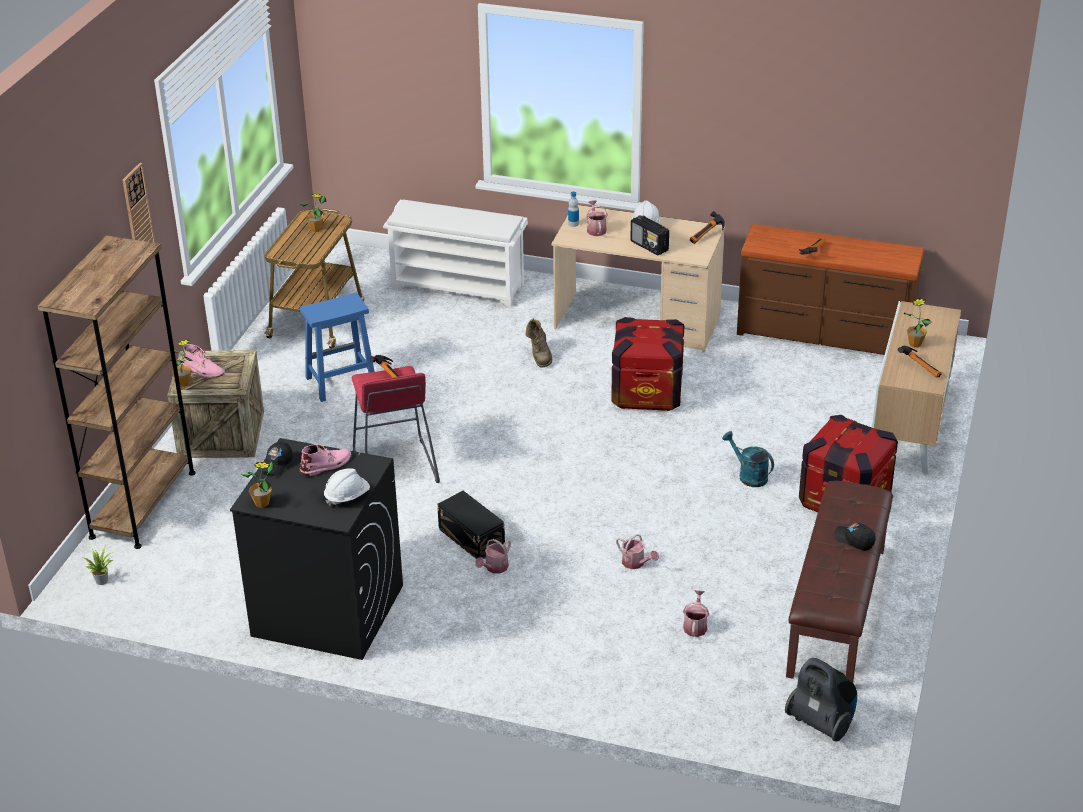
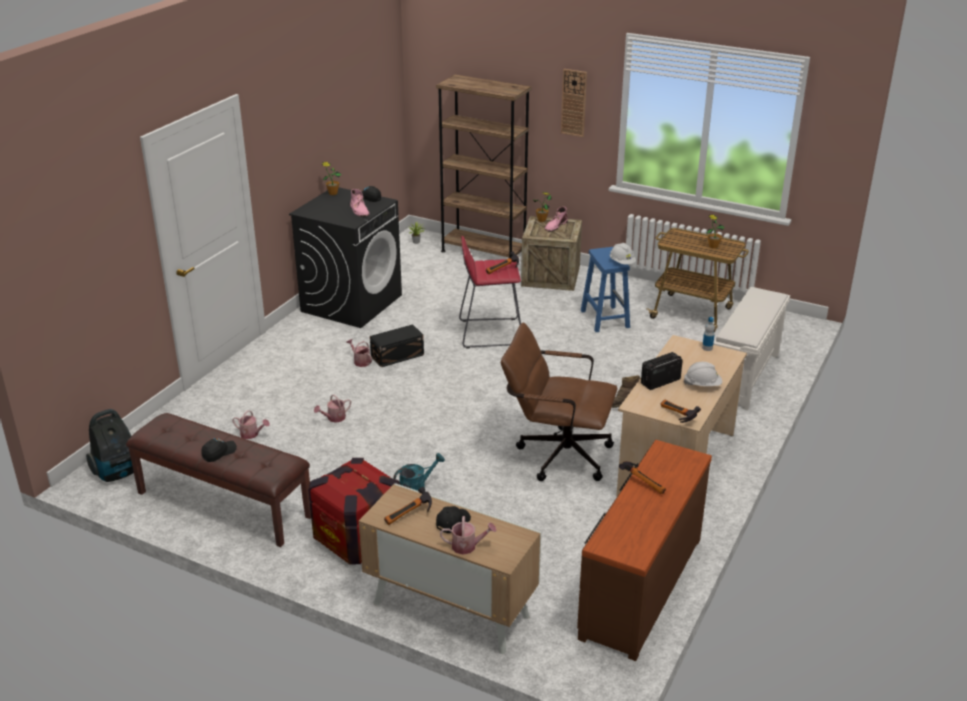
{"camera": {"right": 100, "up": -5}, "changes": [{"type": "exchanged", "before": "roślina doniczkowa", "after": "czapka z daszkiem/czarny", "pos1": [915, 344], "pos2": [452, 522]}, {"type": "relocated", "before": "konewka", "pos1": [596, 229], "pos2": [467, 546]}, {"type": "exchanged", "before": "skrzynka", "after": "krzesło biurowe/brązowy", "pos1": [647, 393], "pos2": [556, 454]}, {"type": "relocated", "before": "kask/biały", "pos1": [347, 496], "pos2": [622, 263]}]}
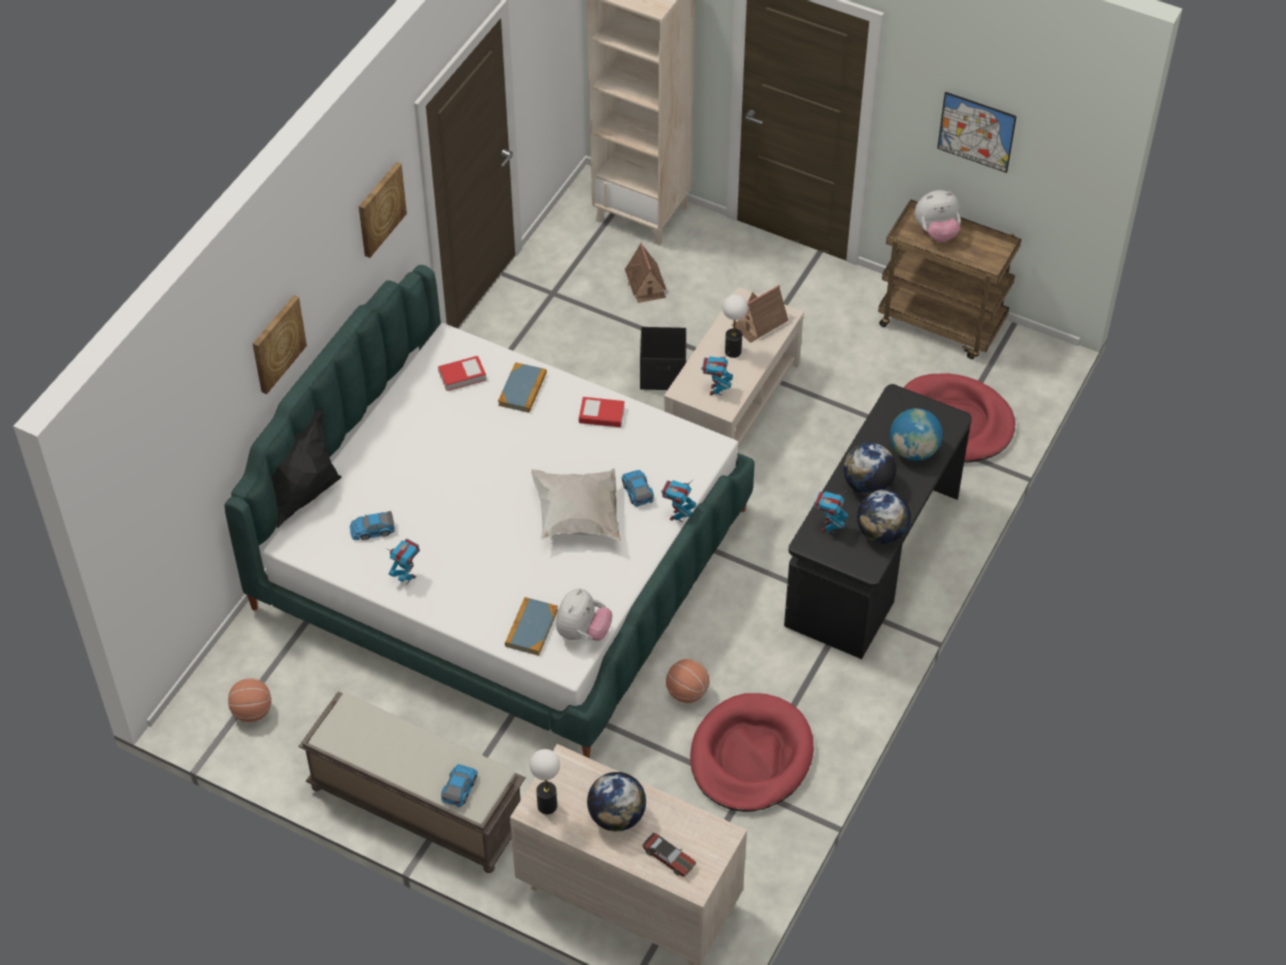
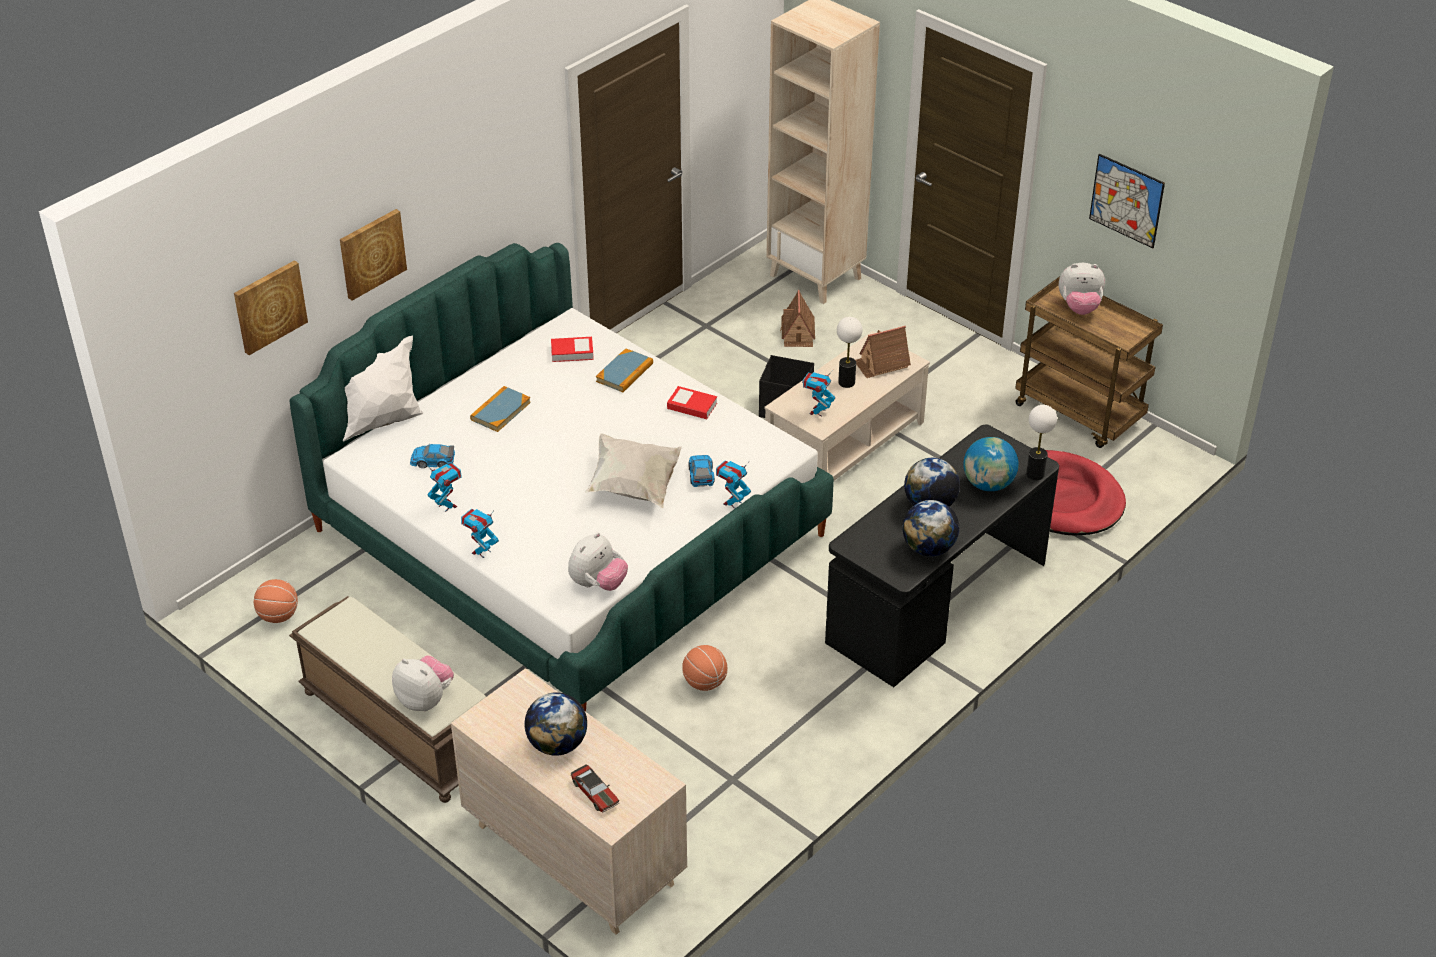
{"camera": {"right": 15, "up": -10}, "changes": [{"type": "relocated", "before": "obraz", "pos1": [380, 209], "pos2": [269, 306]}, {"type": "colour", "before": "poduszka/czarny", "after": "poduszka/biały", "pos1": [305, 495], "pos2": [383, 422]}, {"type": "exchanged", "before": "samochodzik", "after": "pluszak", "pos1": [459, 787], "pos2": [425, 699]}, {"type": "relocated", "before": "robot zabawkowy", "pos1": [829, 527], "pos2": [481, 551]}, {"type": "relocated", "before": "książka", "pos1": [531, 628], "pos2": [500, 411]}, {"type": "relocated", "before": "lampa stołowa", "pos1": [547, 806], "pos2": [1035, 474]}, {"type": "missing", "before": "legowisko/czerwony", "pos1": [750, 756]}]}
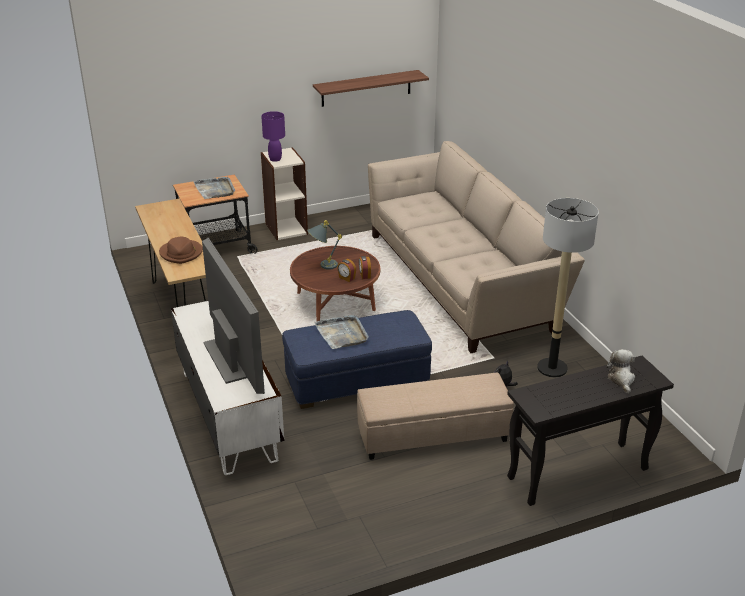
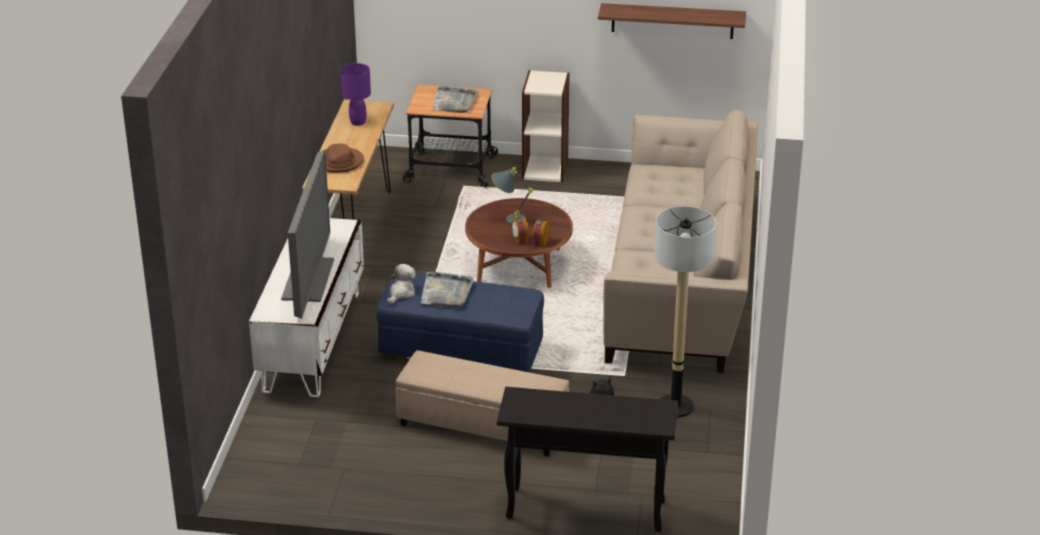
{"camera": {"right": 30, "up": 0}, "changes": [{"type": "relocated", "before": "lampa stołowa/fioletowy", "pos1": [275, 159], "pos2": [358, 122]}, {"type": "relocated", "before": "pluszak", "pos1": [621, 379], "pos2": [401, 293]}]}
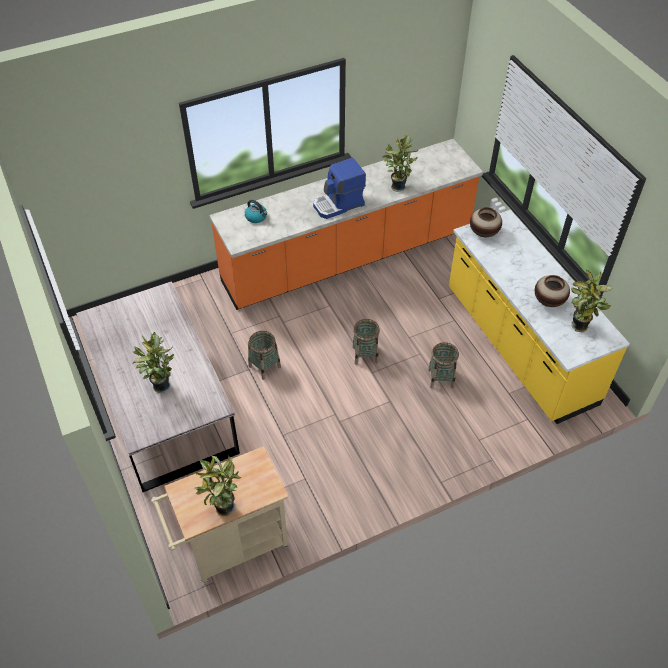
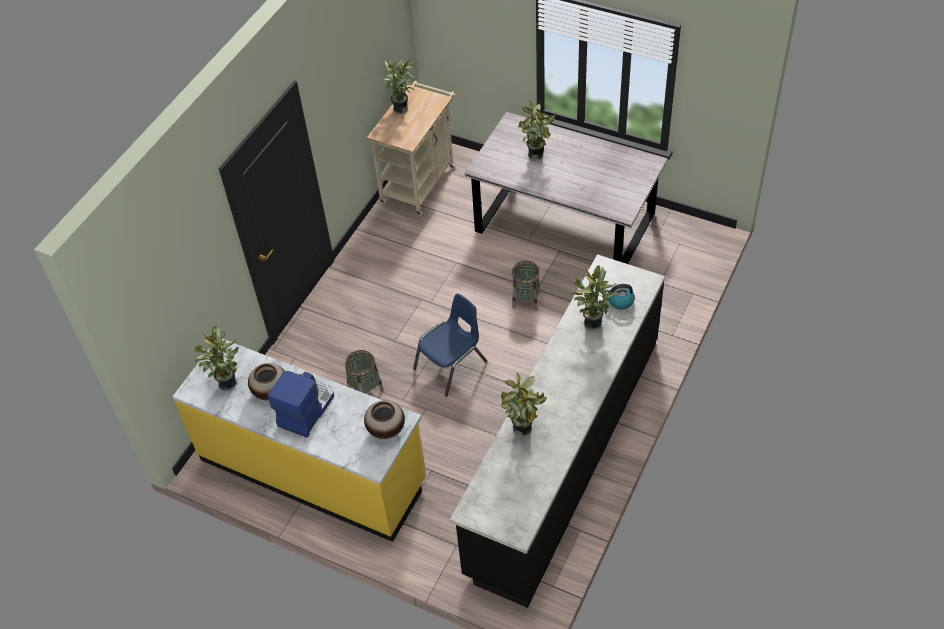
{"camera": {"right": 145, "up": 0}, "changes": [{"type": "relocated", "before": "ekspres do kawy", "pos1": [338, 205], "pos2": [305, 409]}, {"type": "exchanged", "before": "koszyk", "after": "krzesło/niebieski", "pos1": [365, 354], "pos2": [451, 366]}, {"type": "colour", "before": "zabudowa kuchenna/pomarańczowy", "after": "zabudowa kuchenna/czarny", "pos1": [348, 258], "pos2": [563, 454]}, {"type": "appeared", "after": "roślina doniczkowa", "pos2": [591, 322]}]}
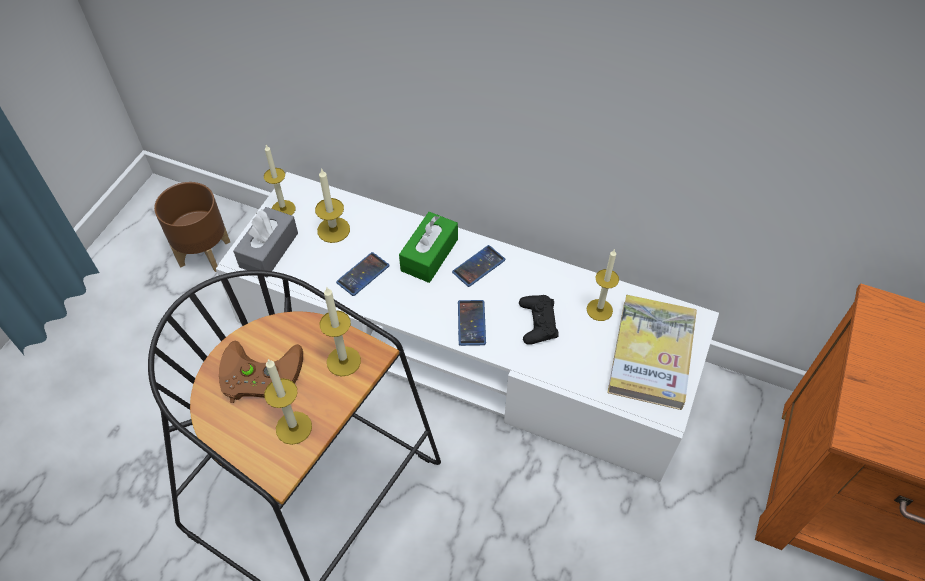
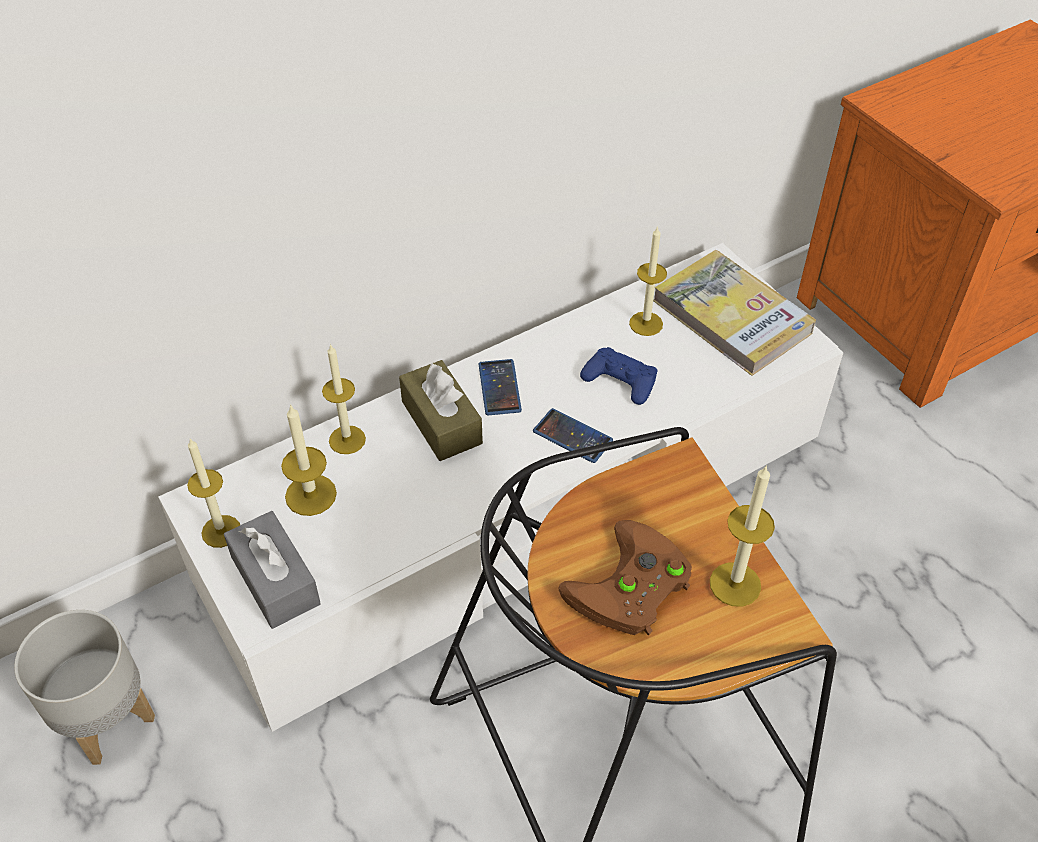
{"camera": {"right": -55, "up": -5}, "changes": [{"type": "colour", "before": "donica/brązowy", "after": "donica/szary", "pos1": [205, 252], "pos2": [105, 718]}, {"type": "relocated", "before": "świeca", "pos1": [343, 361], "pos2": [347, 440]}, {"type": "colour", "before": "pudełko chusteczek/zielony", "after": "pudełko chusteczek/brązowy", "pos1": [429, 255], "pos2": [441, 422]}, {"type": "colour", "before": "pad do gier/czarny", "after": "pad do gier/niebieski", "pos1": [538, 322], "pos2": [620, 380]}, {"type": "missing", "before": "telefon", "pos1": [363, 274]}]}
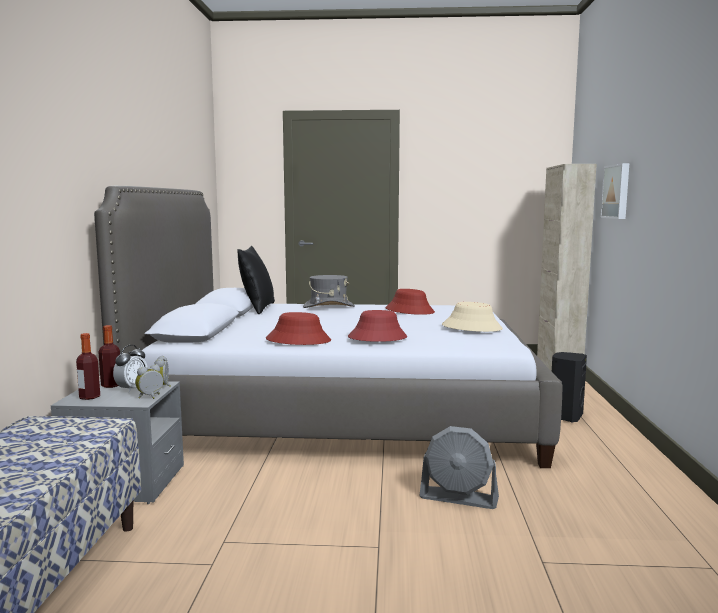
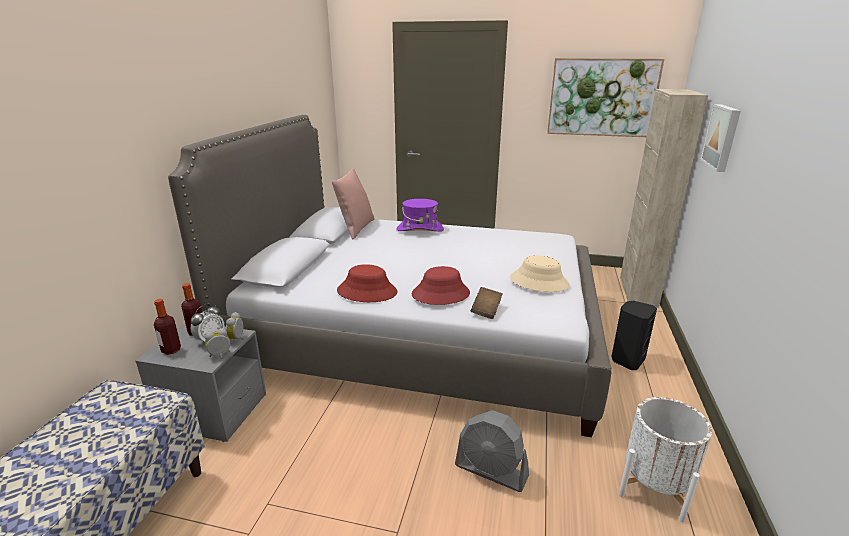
{"camera": {"right": 10, "up": 15}, "changes": [{"type": "colour", "before": "poduszka/czarny", "after": "poduszka/różowy", "pos1": [257, 308], "pos2": [356, 228]}, {"type": "colour", "before": "kapelusz/szary", "after": "kapelusz/fioletowy", "pos1": [328, 307], "pos2": [420, 229]}, {"type": "appeared", "after": "książka/brązowy", "pos2": [486, 310]}, {"type": "appeared", "after": "obraz", "pos2": [602, 97]}, {"type": "appeared", "after": "donica/biały", "pos2": [654, 487]}, {"type": "missing", "before": "kapelusz/czerwony", "pos1": [409, 311]}]}
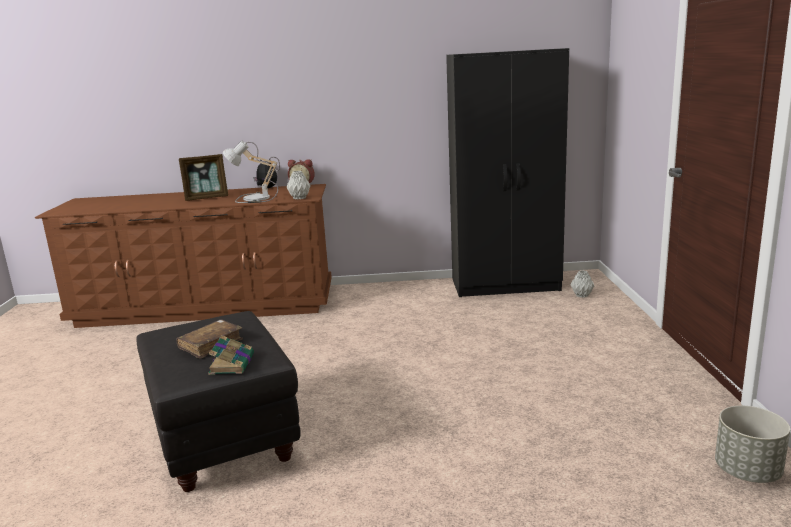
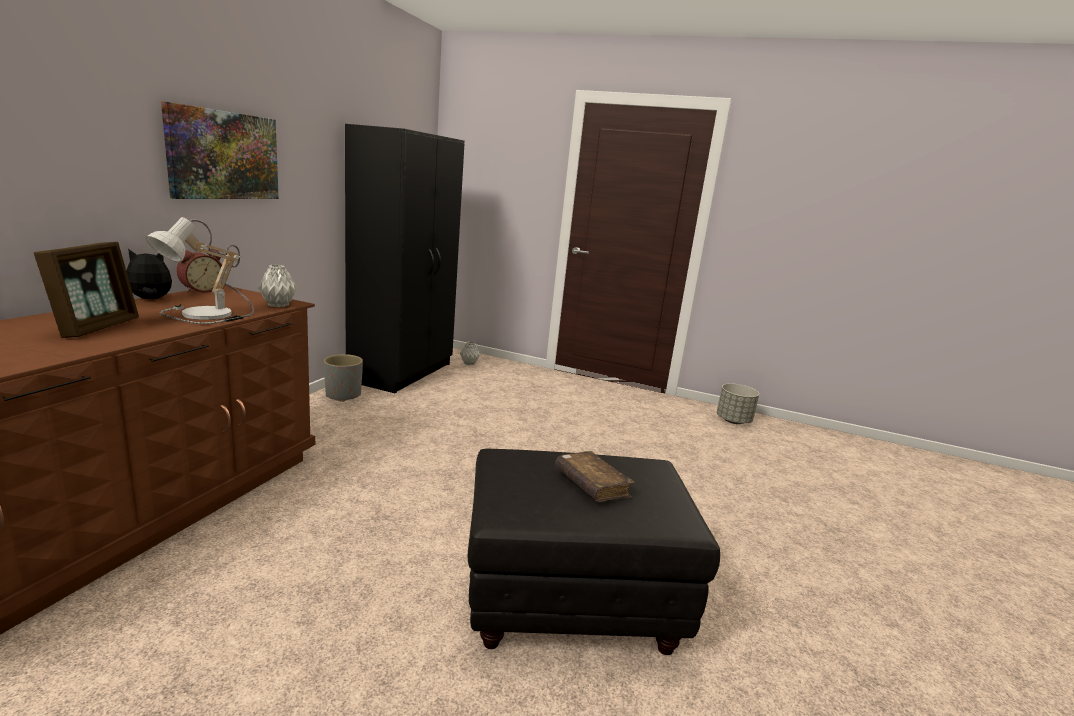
{"camera": {"right": -70, "up": 0}, "changes": [{"type": "appeared", "after": "obraz", "pos2": [223, 155]}, {"type": "appeared", "after": "donica/szary", "pos2": [343, 395]}, {"type": "missing", "before": "książka", "pos1": [232, 363]}]}
